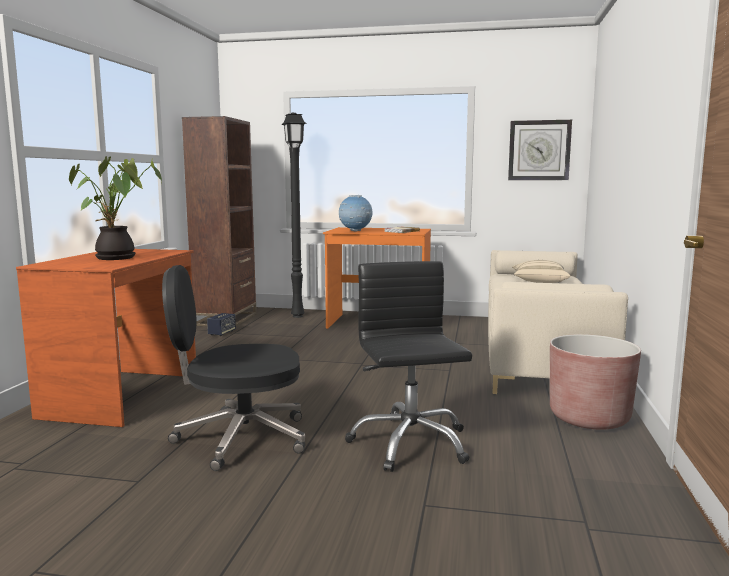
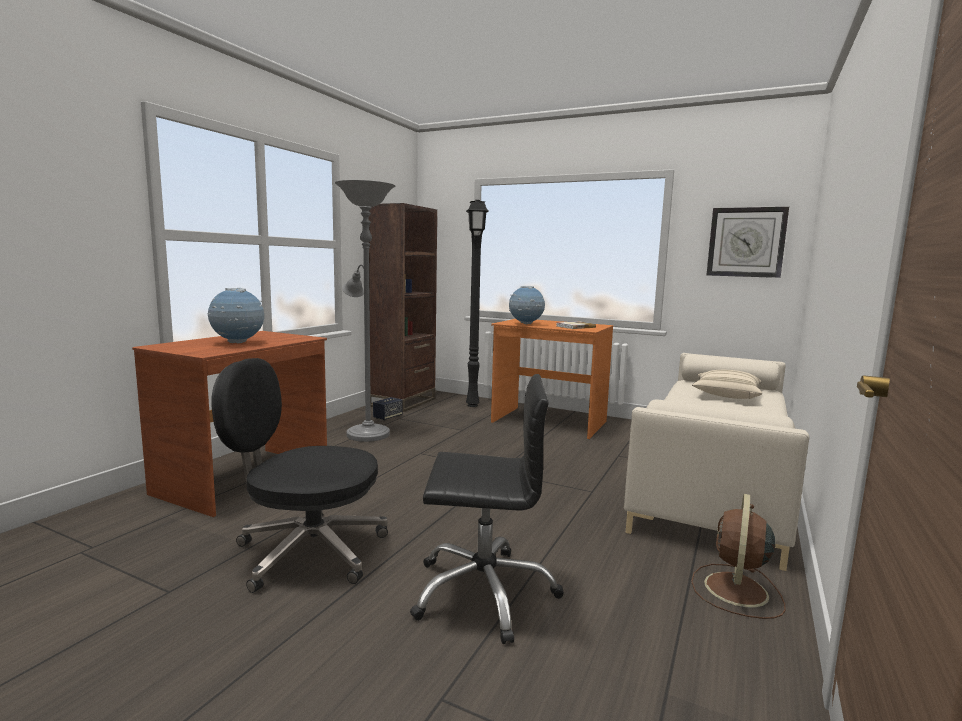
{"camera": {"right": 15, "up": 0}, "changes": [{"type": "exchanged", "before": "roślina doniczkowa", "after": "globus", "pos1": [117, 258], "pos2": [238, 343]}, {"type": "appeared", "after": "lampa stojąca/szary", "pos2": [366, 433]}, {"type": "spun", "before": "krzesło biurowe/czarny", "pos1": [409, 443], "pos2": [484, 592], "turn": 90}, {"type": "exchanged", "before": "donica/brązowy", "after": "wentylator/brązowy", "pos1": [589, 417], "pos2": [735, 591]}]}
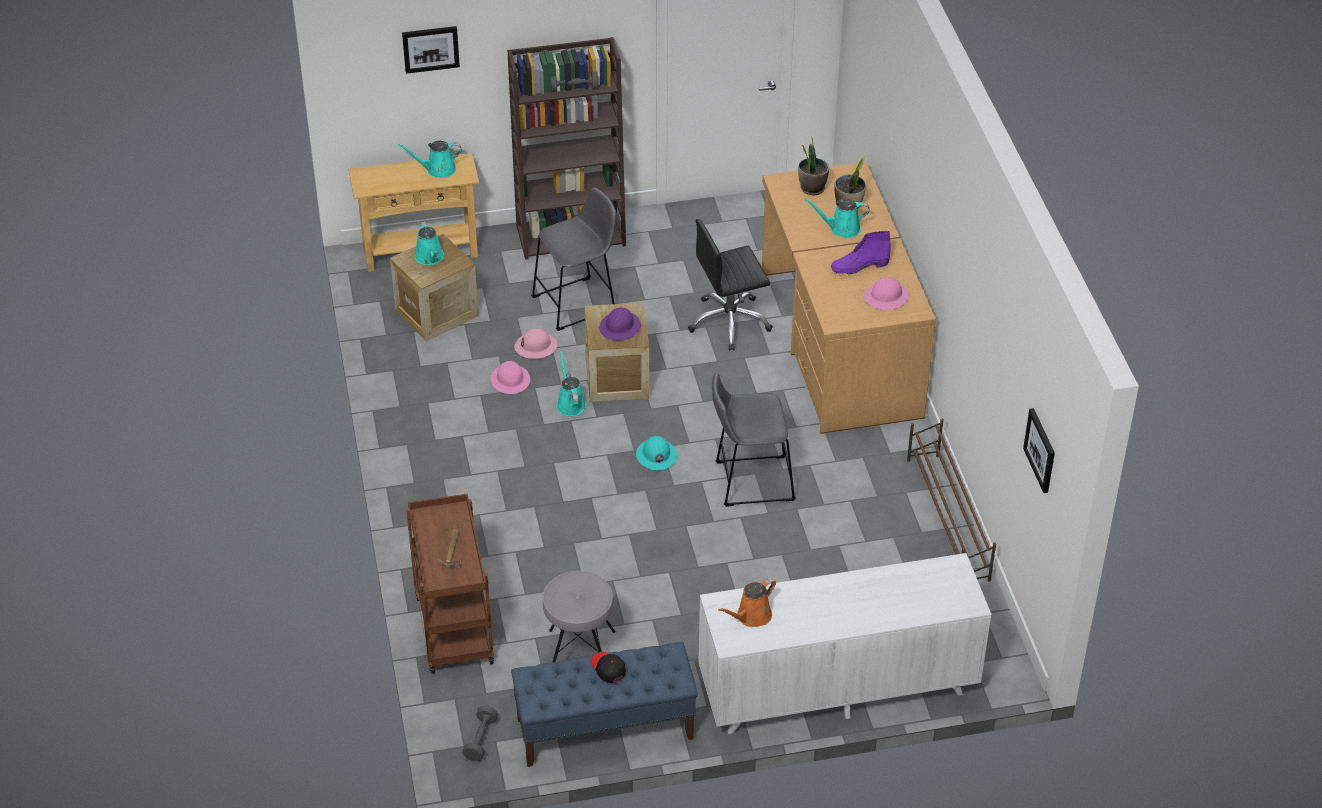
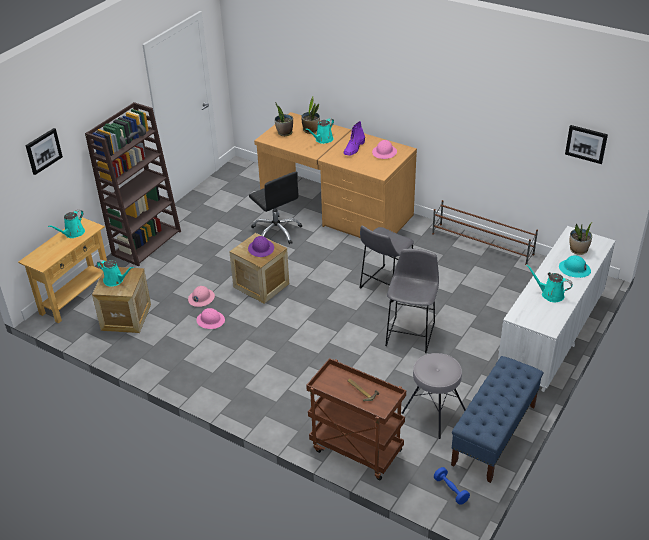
{"camera": {"right": -45, "up": -5}, "changes": [{"type": "spun", "before": "krzesło biurowe/czarny", "pos1": [729, 322], "pos2": [276, 231], "turn": -60}, {"type": "relocated", "before": "stołek/szary", "pos1": [578, 303], "pos2": [411, 332]}, {"type": "colour", "before": "hantel/szary", "after": "hantel/niebieski", "pos1": [480, 740], "pos2": [451, 490]}, {"type": "relocated", "before": "konewka/turkusowy", "pos1": [570, 403], "pos2": [550, 294]}, {"type": "relocated", "before": "kask/turkusowy", "pos1": [656, 456], "pos2": [574, 269]}, {"type": "appeared", "after": "roślina doniczkowa", "pos2": [578, 250]}, {"type": "missing", "before": "czapka z daszkiem/czarny", "pos1": [607, 668]}, {"type": "missing", "before": "konewka/pomarańczowy", "pos1": [751, 616]}]}
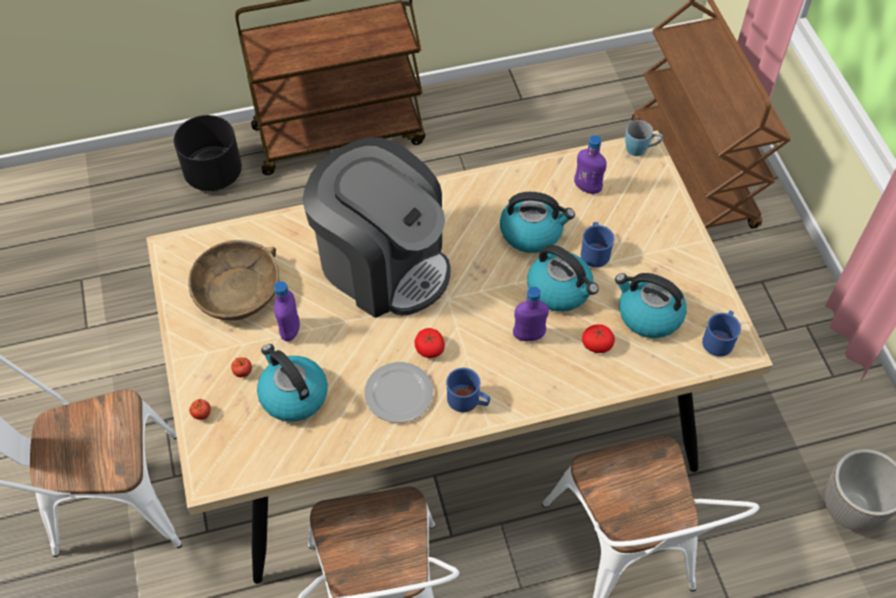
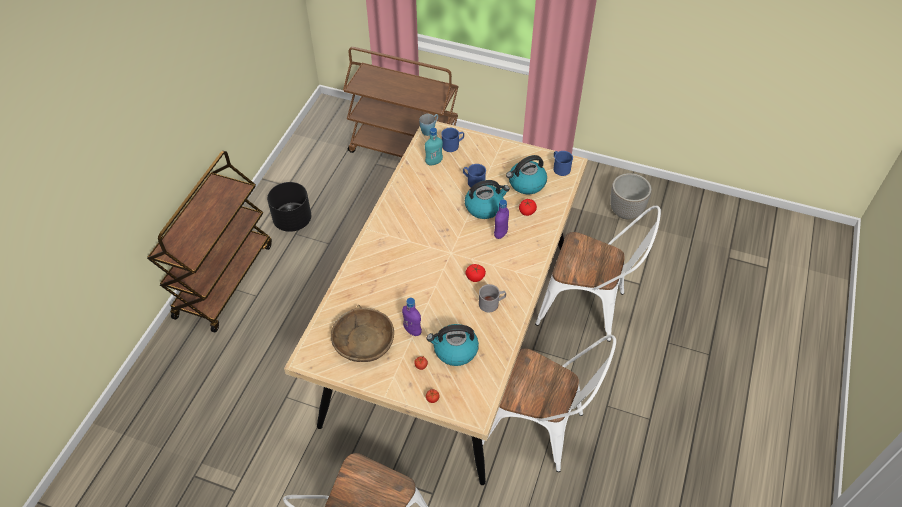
{"camera": {"right": -55, "up": -5}, "changes": [{"type": "relocated", "before": "donica/czarny", "pos1": [213, 173], "pos2": [292, 220]}, {"type": "colour", "before": "butelka/fioletowy", "after": "butelka/turkusowy", "pos1": [587, 188], "pos2": [434, 162]}, {"type": "relocated", "before": "kubek/niebieski", "pos1": [468, 400], "pos2": [453, 145]}, {"type": "exchanged", "before": "talerz", "after": "kubek/szary", "pos1": [400, 394], "pos2": [492, 303]}, {"type": "missing", "before": "ekspres do kawy", "pos1": [383, 264]}, {"type": "missing", "before": "czajnik", "pos1": [532, 232]}]}
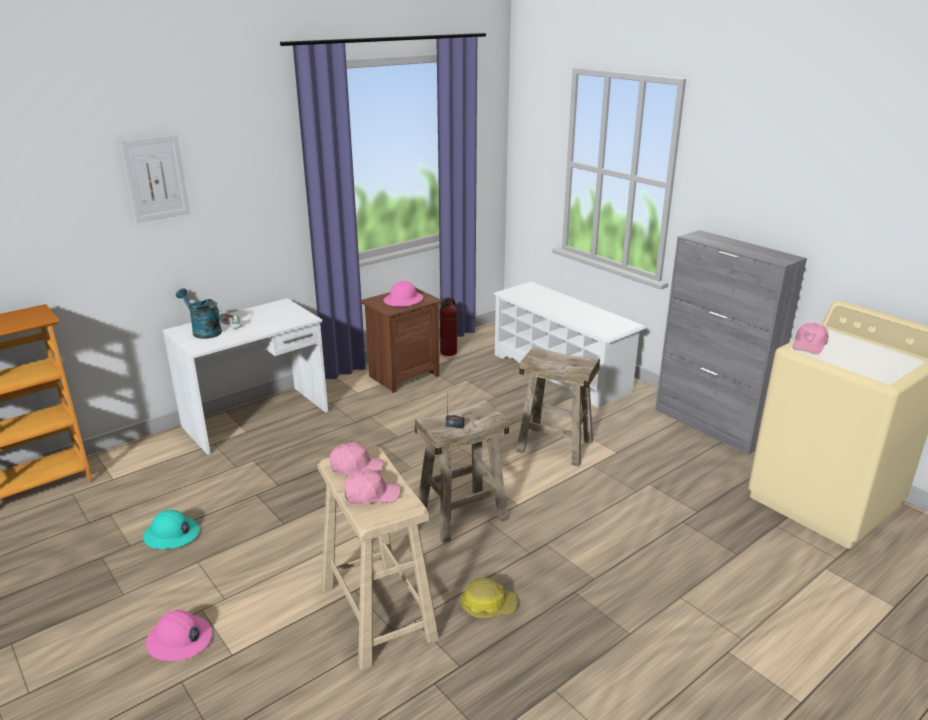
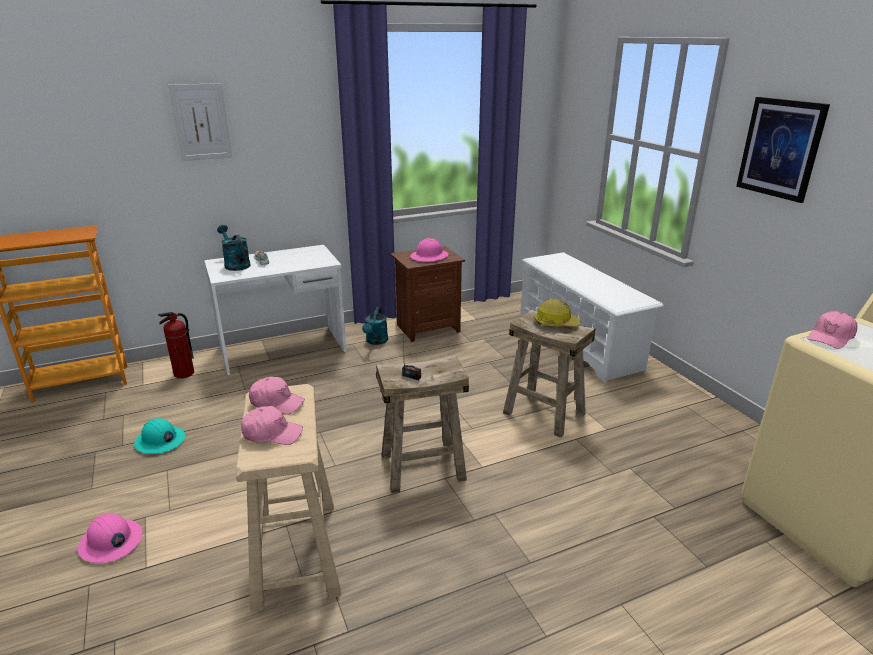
{"camera": {"right": 15, "up": 0}, "changes": [{"type": "relocated", "before": "gaśnica", "pos1": [449, 352], "pos2": [184, 373]}, {"type": "appeared", "after": "konewka/turkusowy", "pos2": [376, 341]}, {"type": "relocated", "before": "kask", "pos1": [487, 606], "pos2": [555, 323]}, {"type": "appeared", "after": "obraz", "pos2": [780, 148]}, {"type": "missing", "before": "szafka/szary", "pos1": [710, 425]}]}
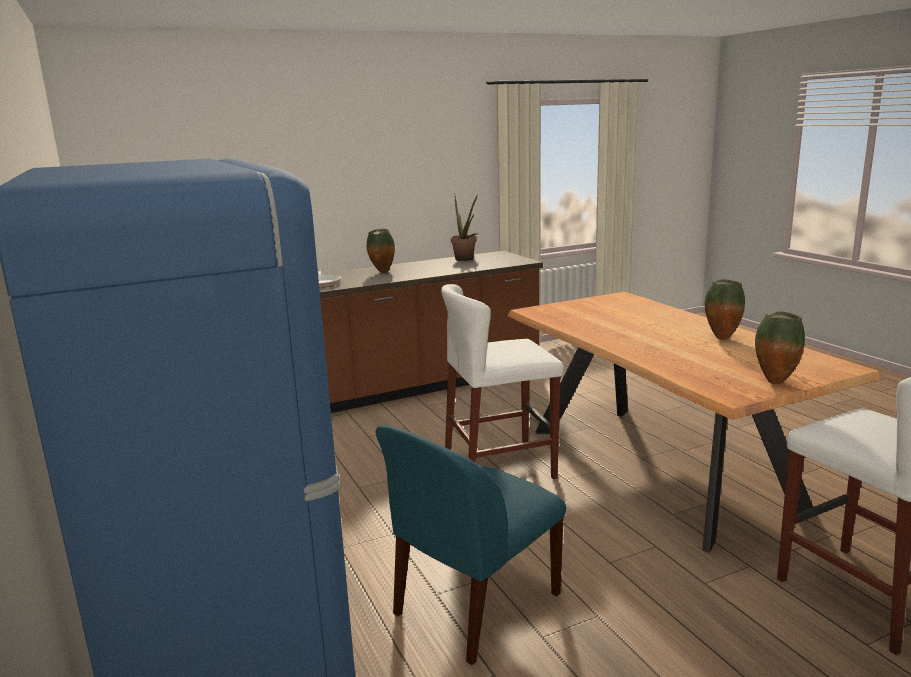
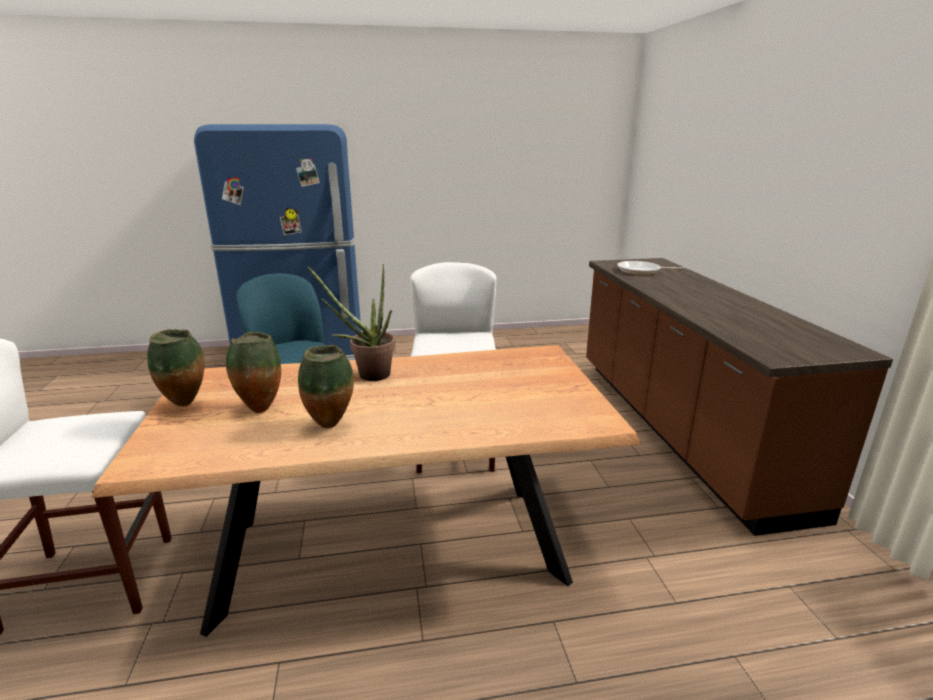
{"camera": {"right": 105, "up": 5}, "changes": [{"type": "relocated", "before": "wazon", "pos1": [382, 272], "pos2": [260, 409]}, {"type": "relocated", "before": "roślina doniczkowa", "pos1": [466, 260], "pos2": [367, 375]}]}
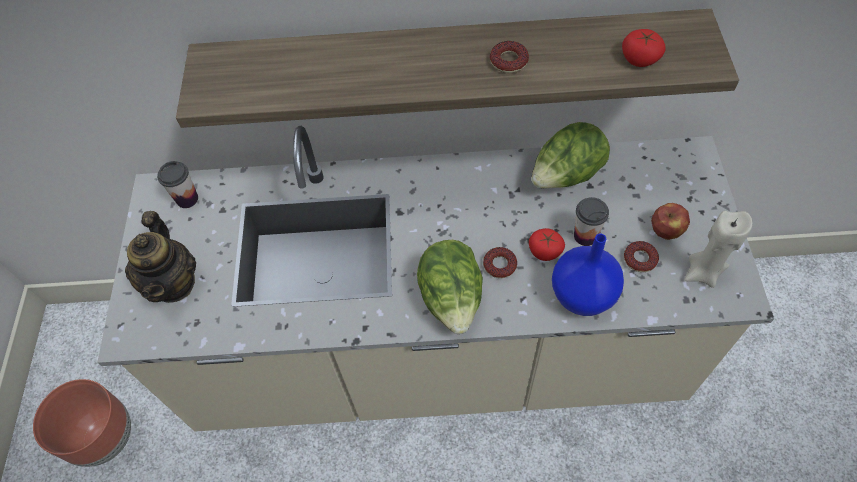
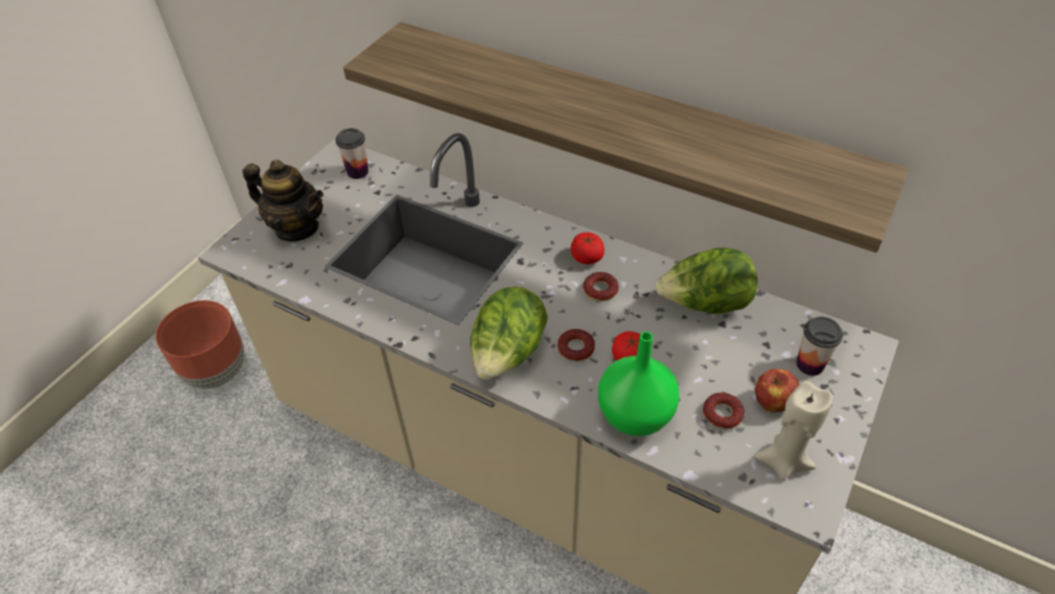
{"camera": {"right": 30, "up": -10}, "changes": [{"type": "spun", "before": "imbryk", "pos1": [173, 283], "pos2": [297, 228], "turn": -90}, {"type": "relocated", "before": "pomidor", "pos1": [640, 58], "pos2": [587, 257]}, {"type": "relocated", "before": "donut", "pos1": [508, 61], "pos2": [600, 290]}, {"type": "colour", "before": "wazon/niebieski", "after": "wazon/zielony", "pos1": [582, 297], "pos2": [634, 417]}, {"type": "relocated", "before": "filiżanka", "pos1": [585, 236], "pos2": [810, 364]}]}
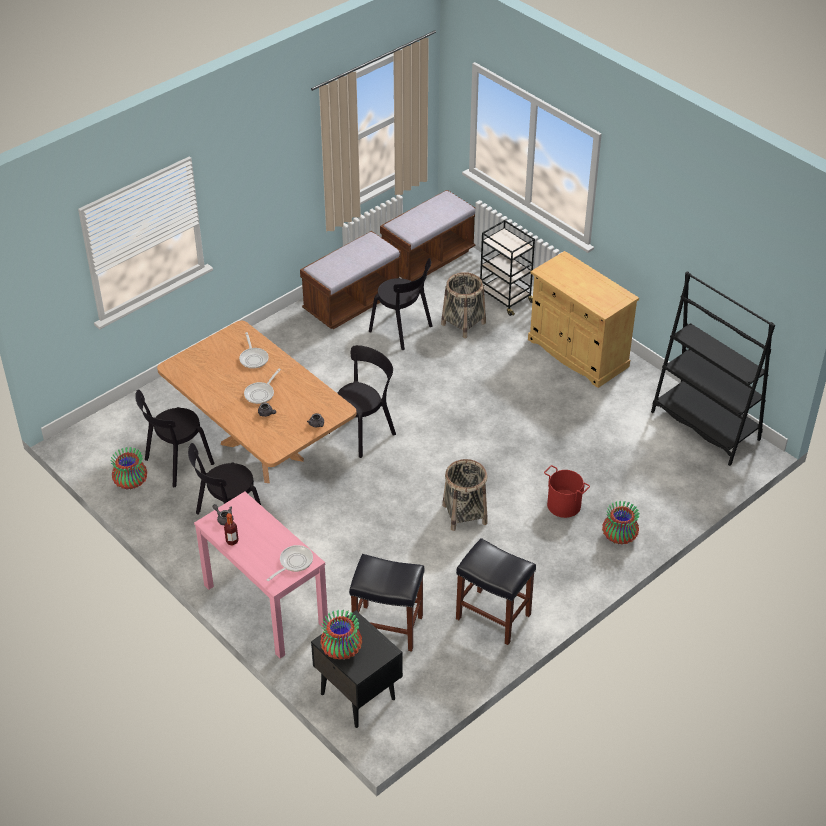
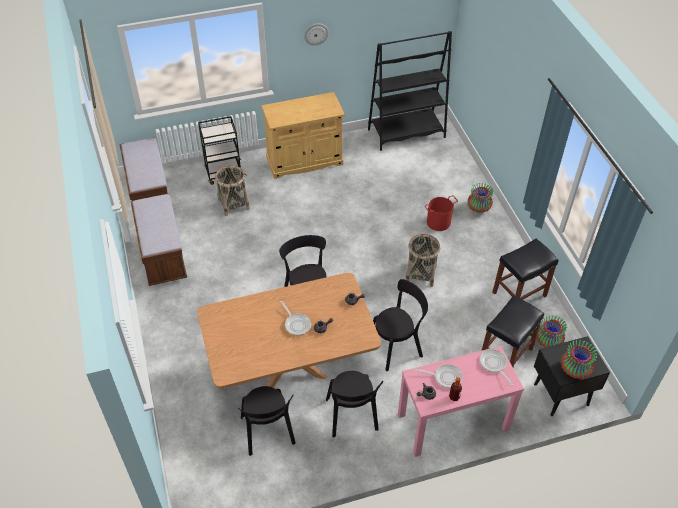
{"camera": {"right": -65, "up": 5}, "changes": [{"type": "appeared", "after": "zegar ścienny", "pos2": [316, 34]}, {"type": "relocated", "before": "krzesło/czarny", "pos1": [402, 330], "pos2": [397, 346]}, {"type": "relocated", "before": "patelnia", "pos1": [253, 358], "pos2": [445, 377]}, {"type": "relocated", "before": "wazon", "pos1": [130, 482], "pos2": [548, 342]}]}
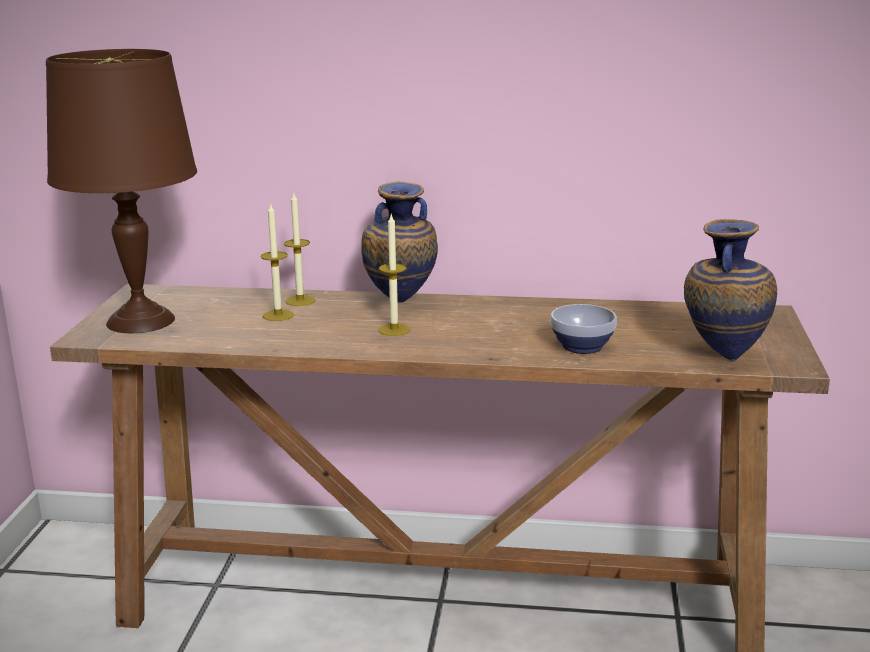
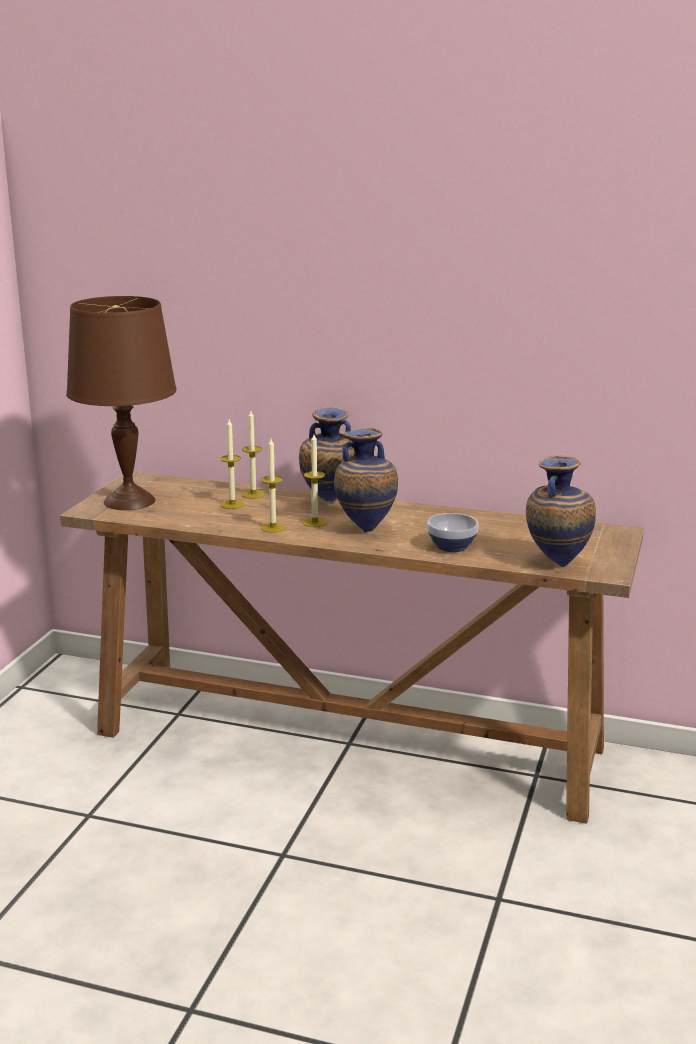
{"camera": {"right": 10, "up": 0}, "changes": [{"type": "appeared", "after": "świeca", "pos2": [273, 528]}, {"type": "appeared", "after": "wazon", "pos2": [365, 528]}]}
